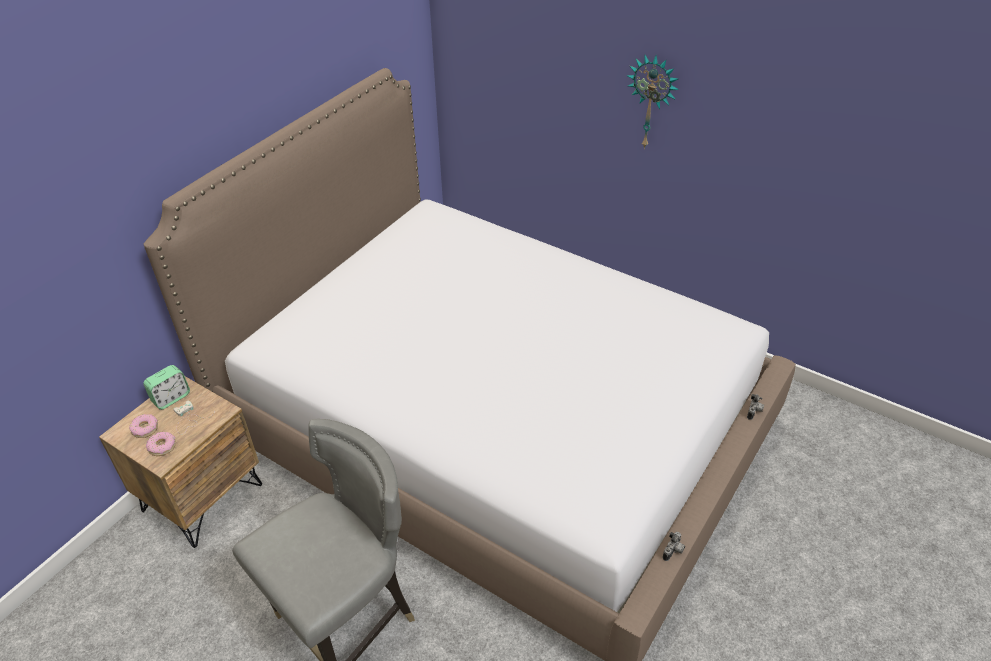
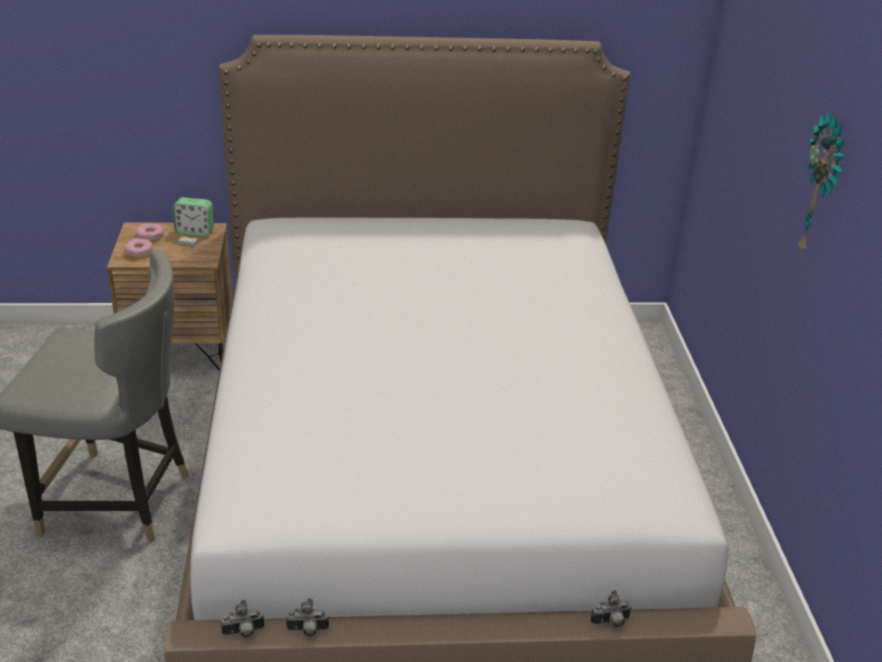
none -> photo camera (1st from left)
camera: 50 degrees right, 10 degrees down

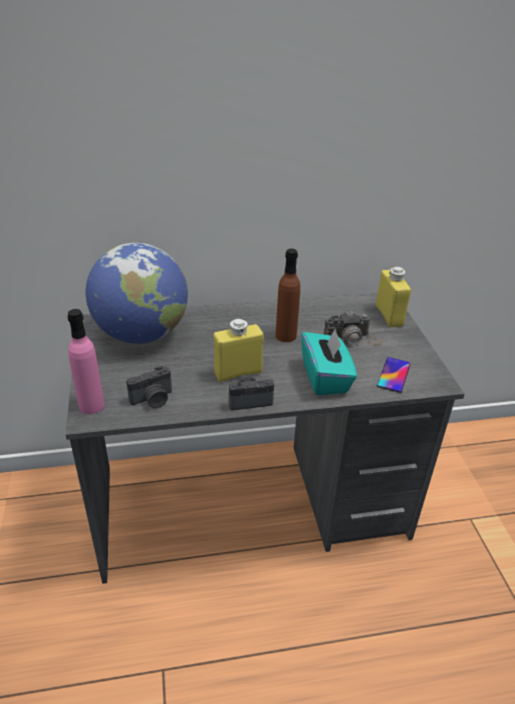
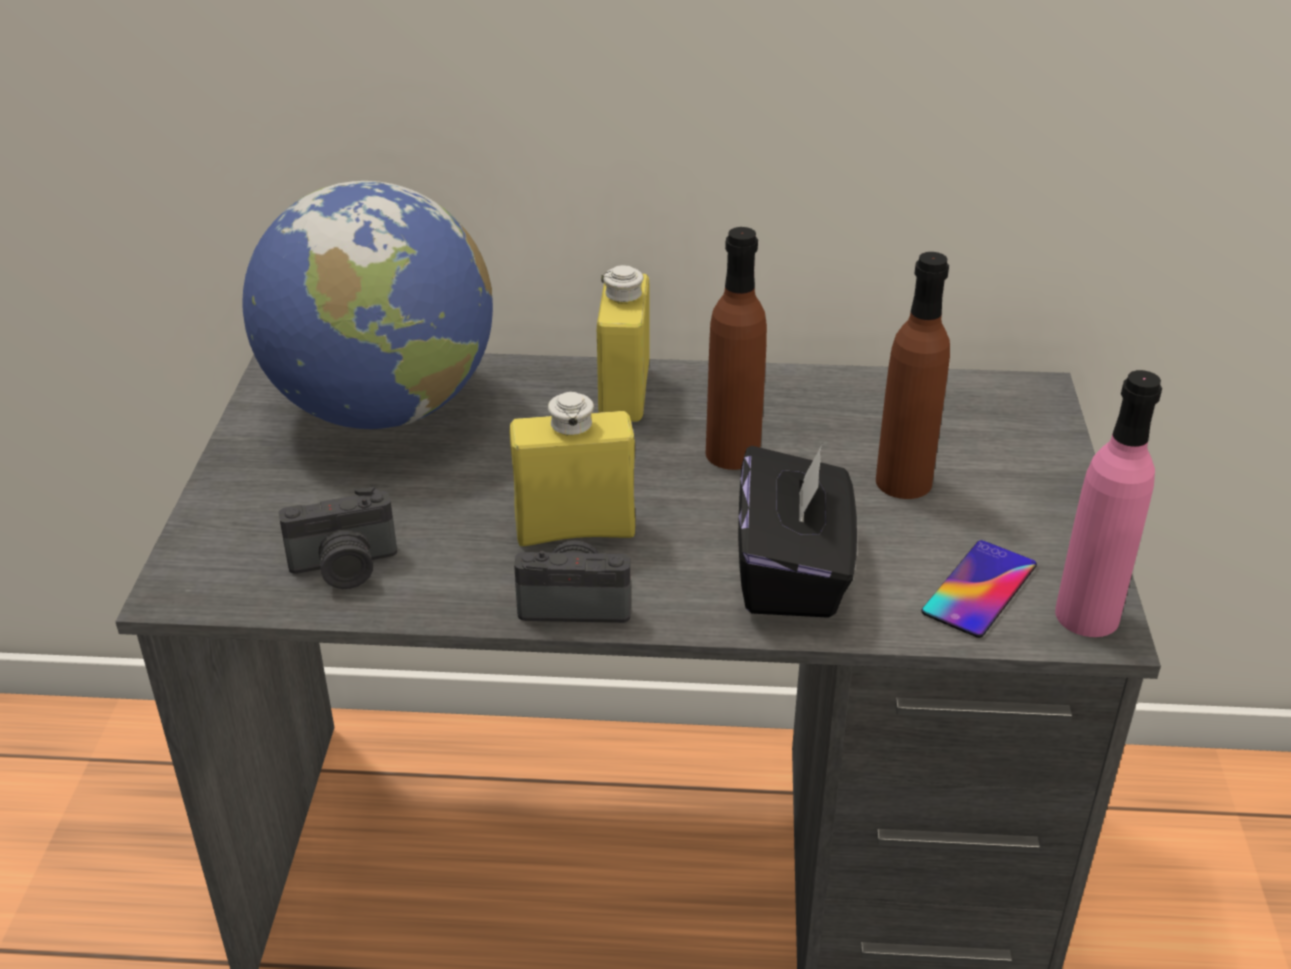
pink bottle, move
yellow bottle (2nd from left), move
photo camera (3rd from left) -> brown bottle (2nd from left)
turquoise tissue box -> black tissue box
camera: 15 degrees right, 0 degrees up

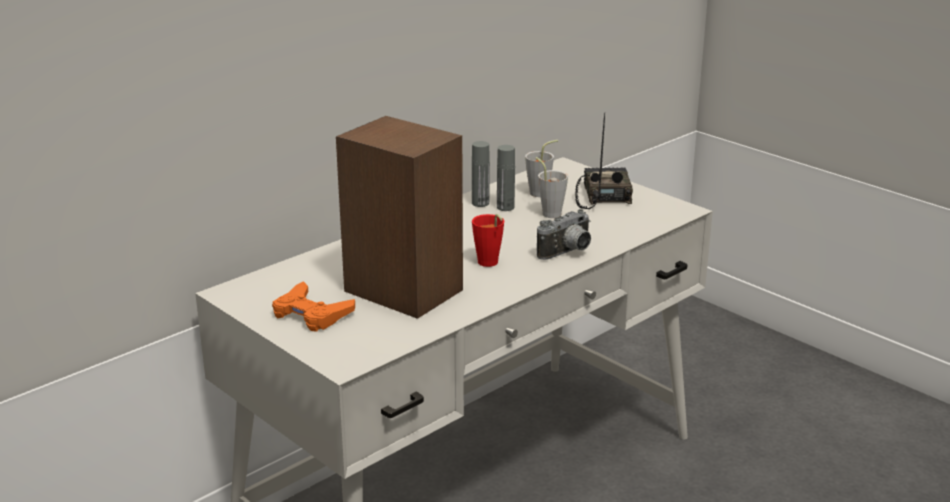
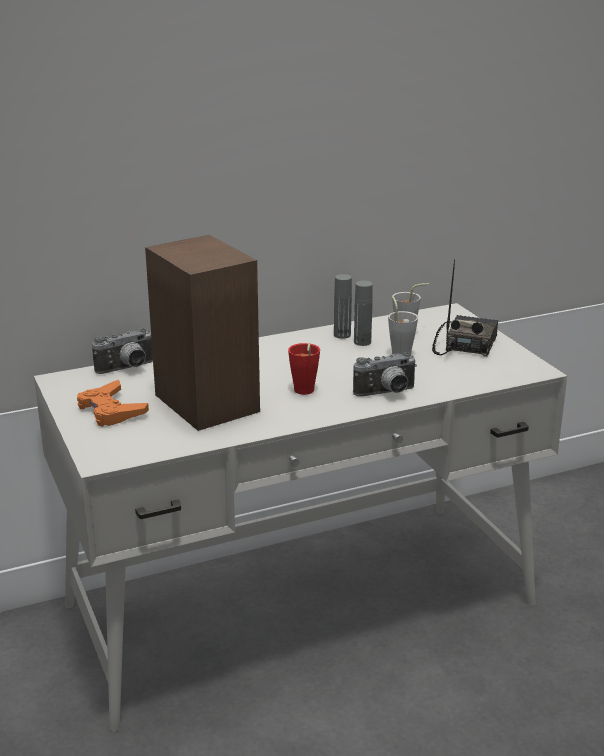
none -> photo camera (1st from left)
camera: 20 degrees right, 0 degrees up

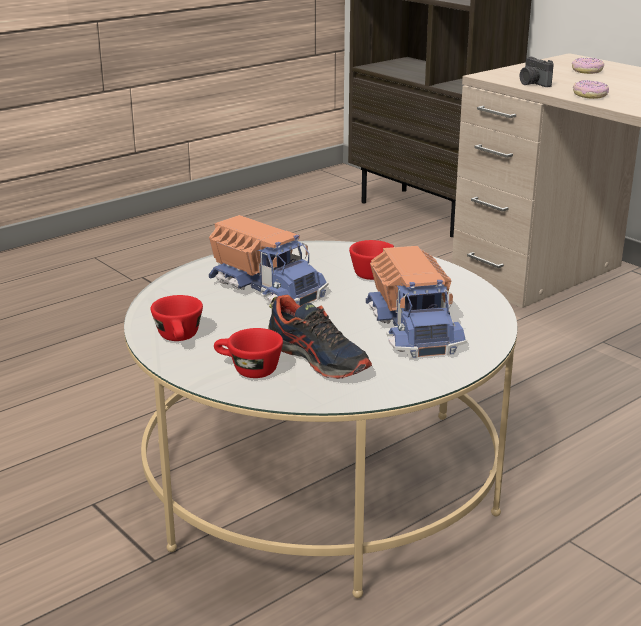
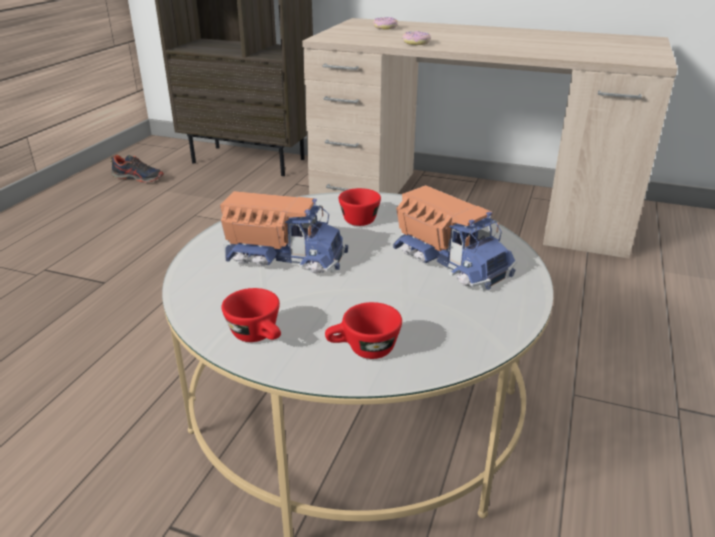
photo camera -> none
shoe, move
camera: 30 degrees left, 5 degrees up

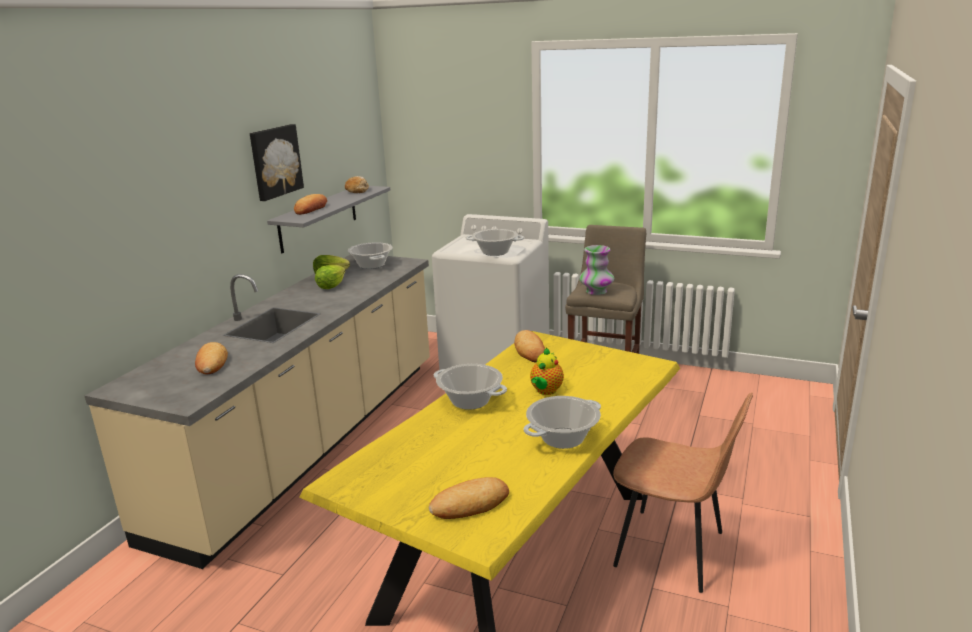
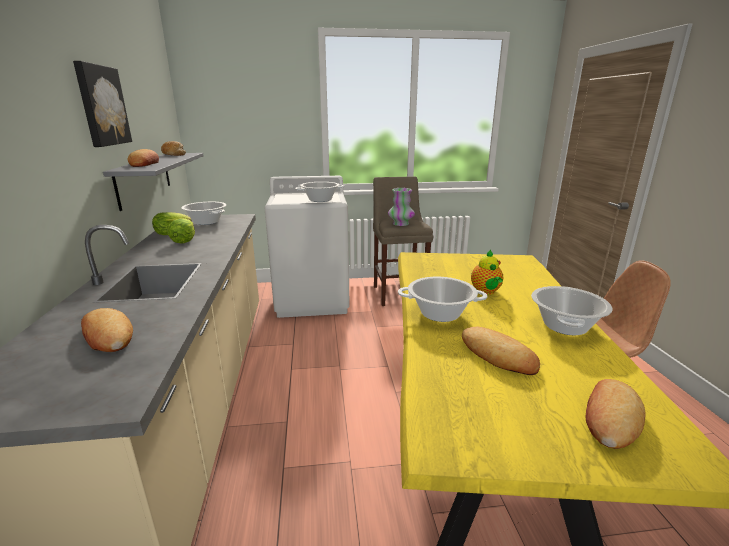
bread (5th from left in the first image) -> bread (4th from left), move
camera: 30 degrees left, 0 degrees up

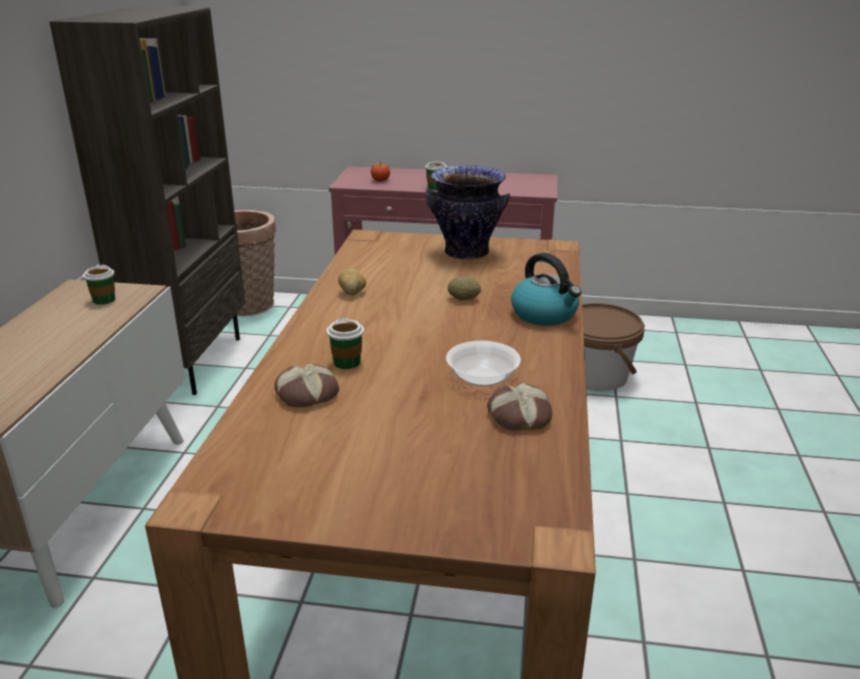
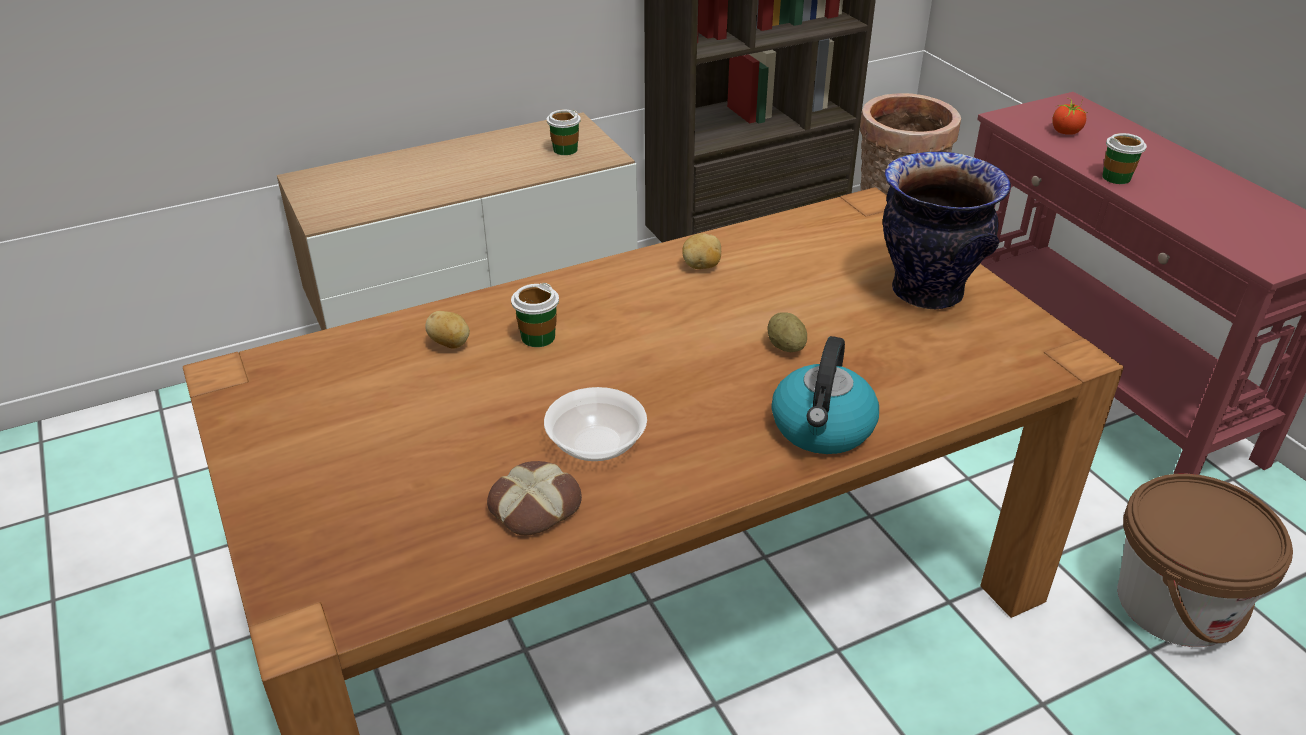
bread (1st from left) -> potato (1st from left)
camera: 55 degrees right, 10 degrees up

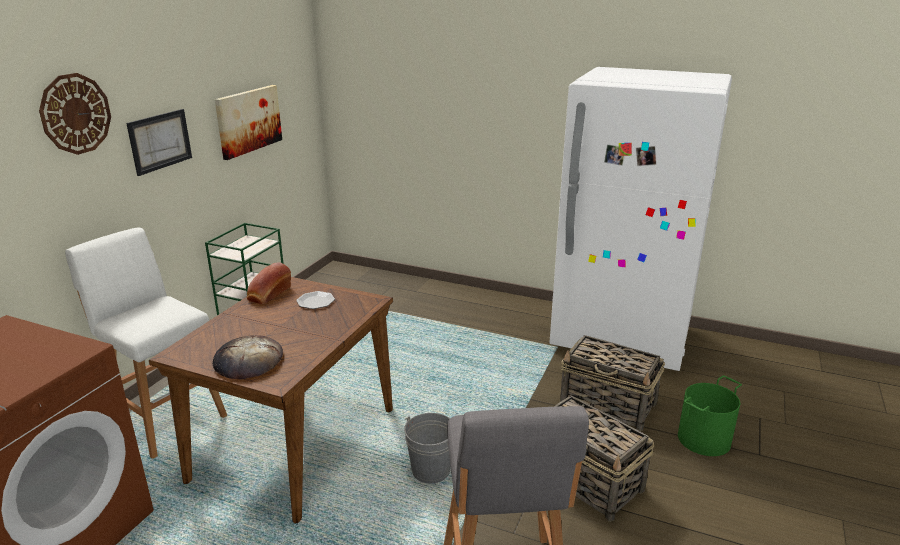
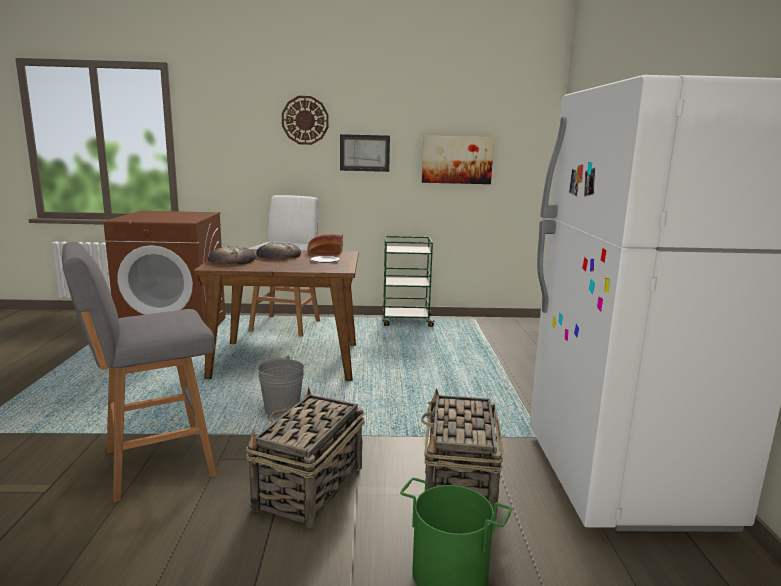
none -> bread (2nd from left)
camera: 65 degrees right, 10 degrees down

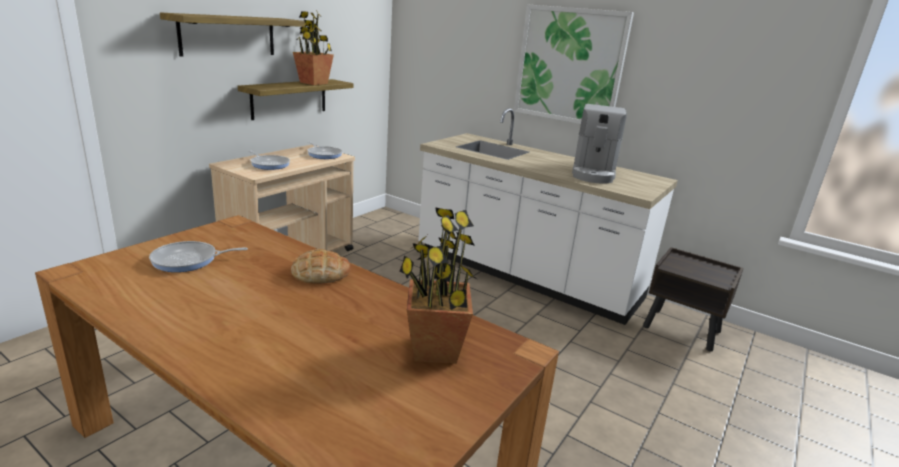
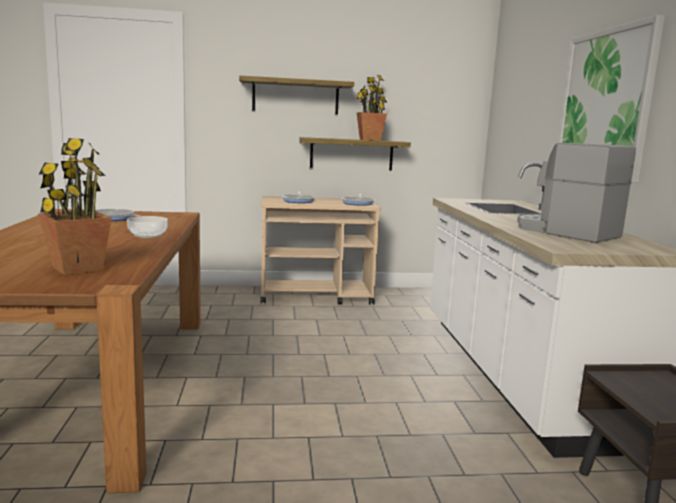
bread -> bowl
coffee machine, 75 degrees clockwise
camera: 50 degrees right, 10 degrees down

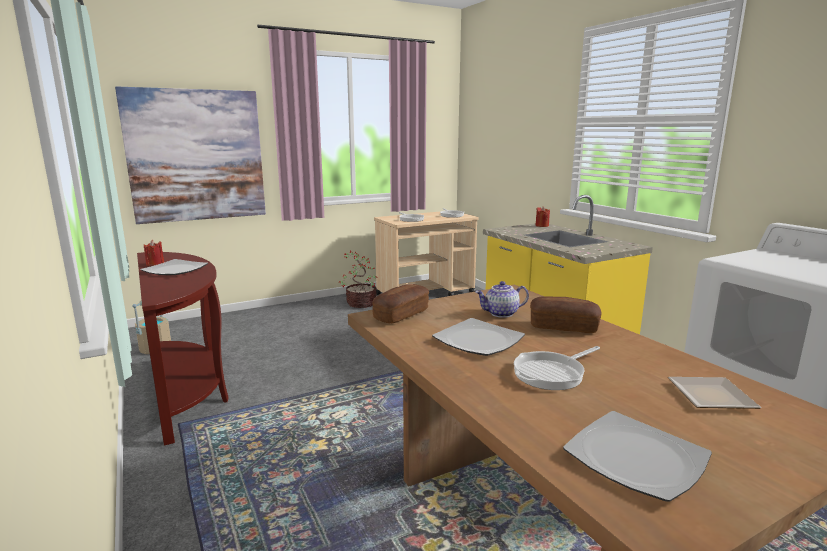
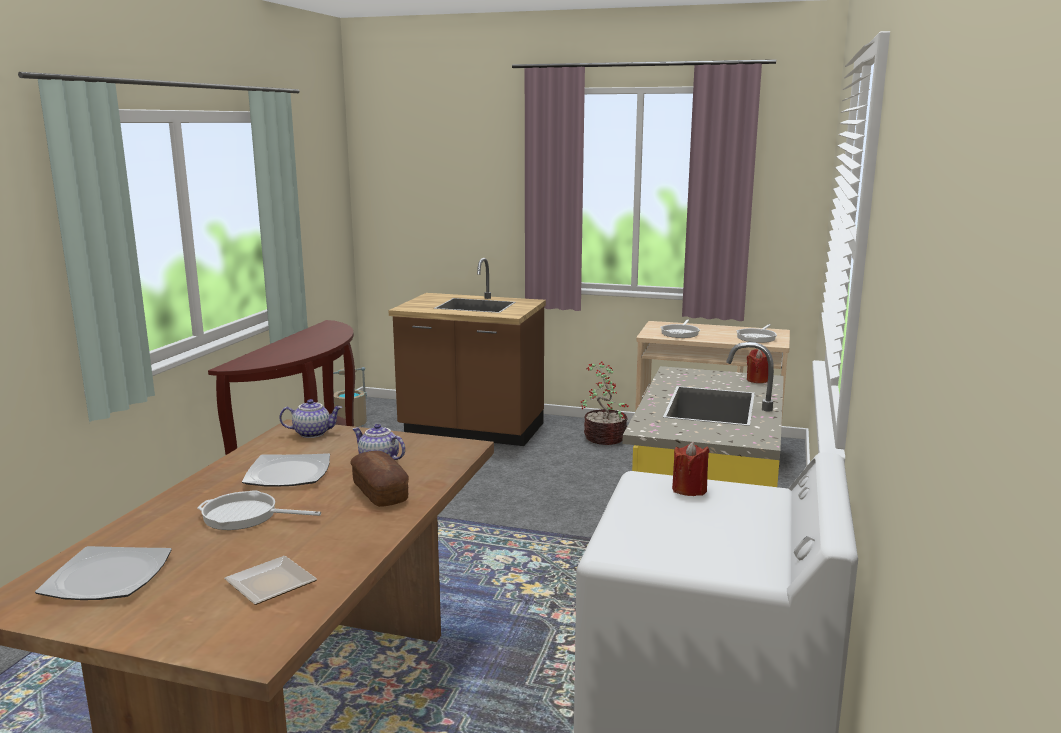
picture -> none
plate (1st from left) -> none
none -> brown counter
red candle (1st from left), move
bread (1st from left) -> teapot (1st from left)
camera: 45 degrees right, 0 degrees up

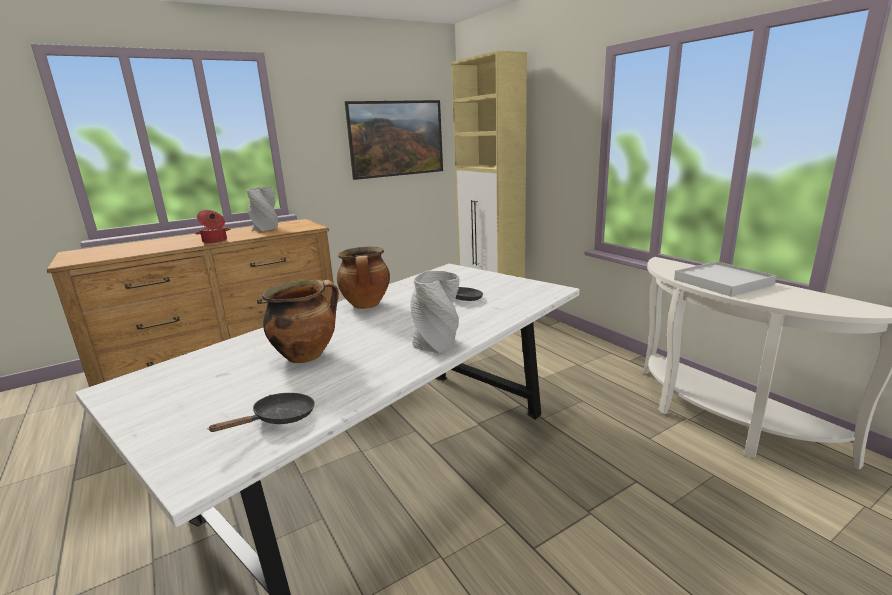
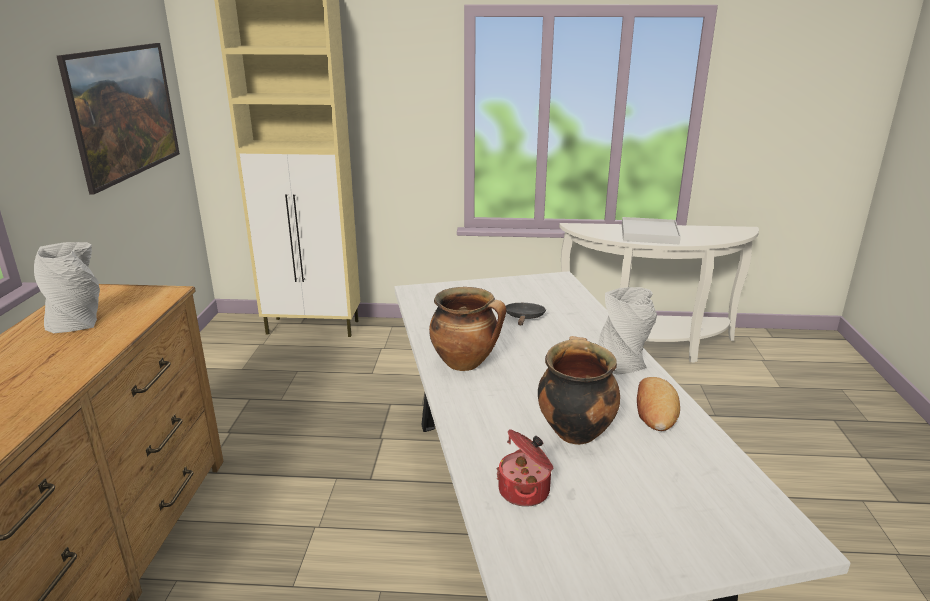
black frying pan (1st from left) -> none
none -> bread
cooking pot (1st from left in the first image) -> cooking pot (2nd from left), move
camera: 55 degrees left, 5 degrees up

